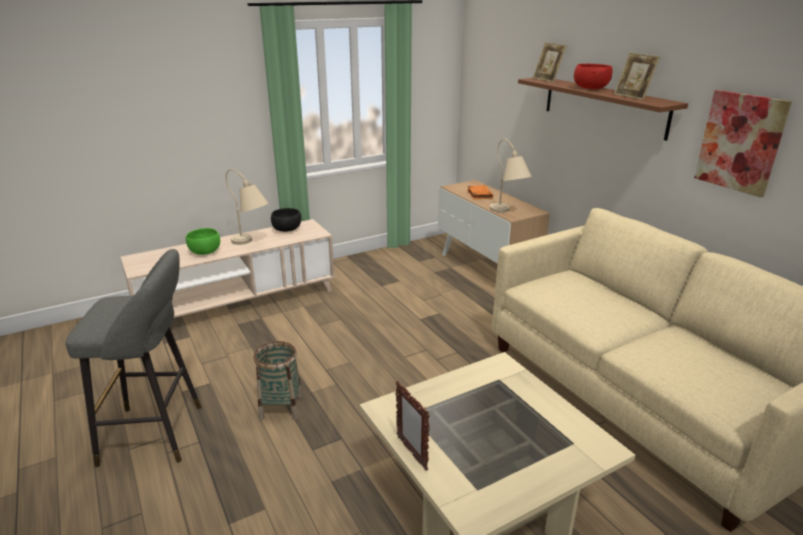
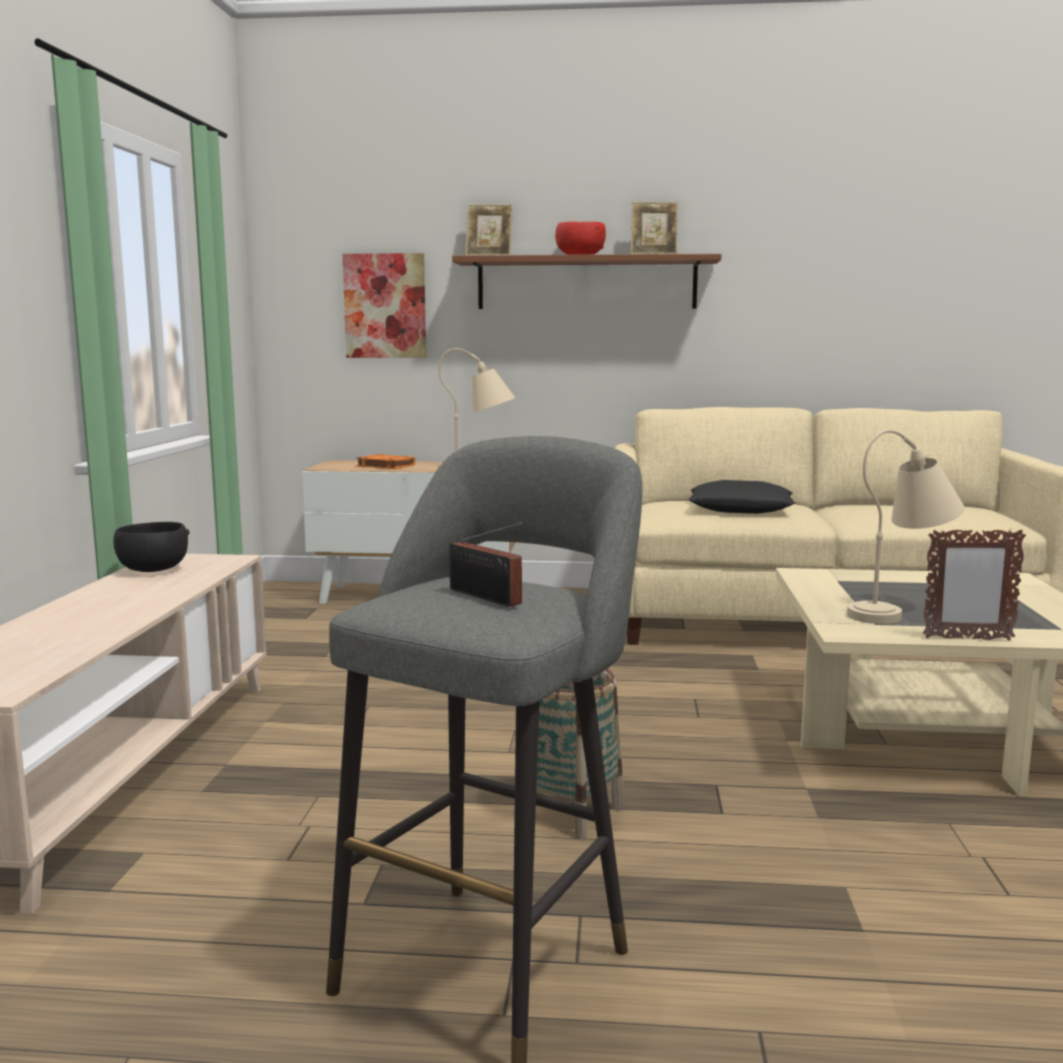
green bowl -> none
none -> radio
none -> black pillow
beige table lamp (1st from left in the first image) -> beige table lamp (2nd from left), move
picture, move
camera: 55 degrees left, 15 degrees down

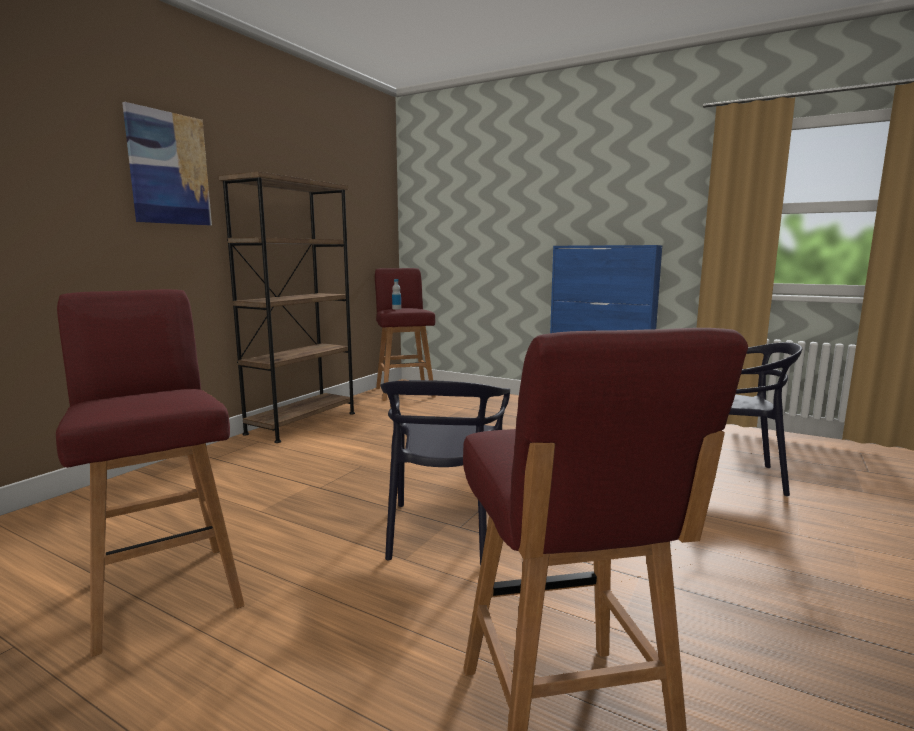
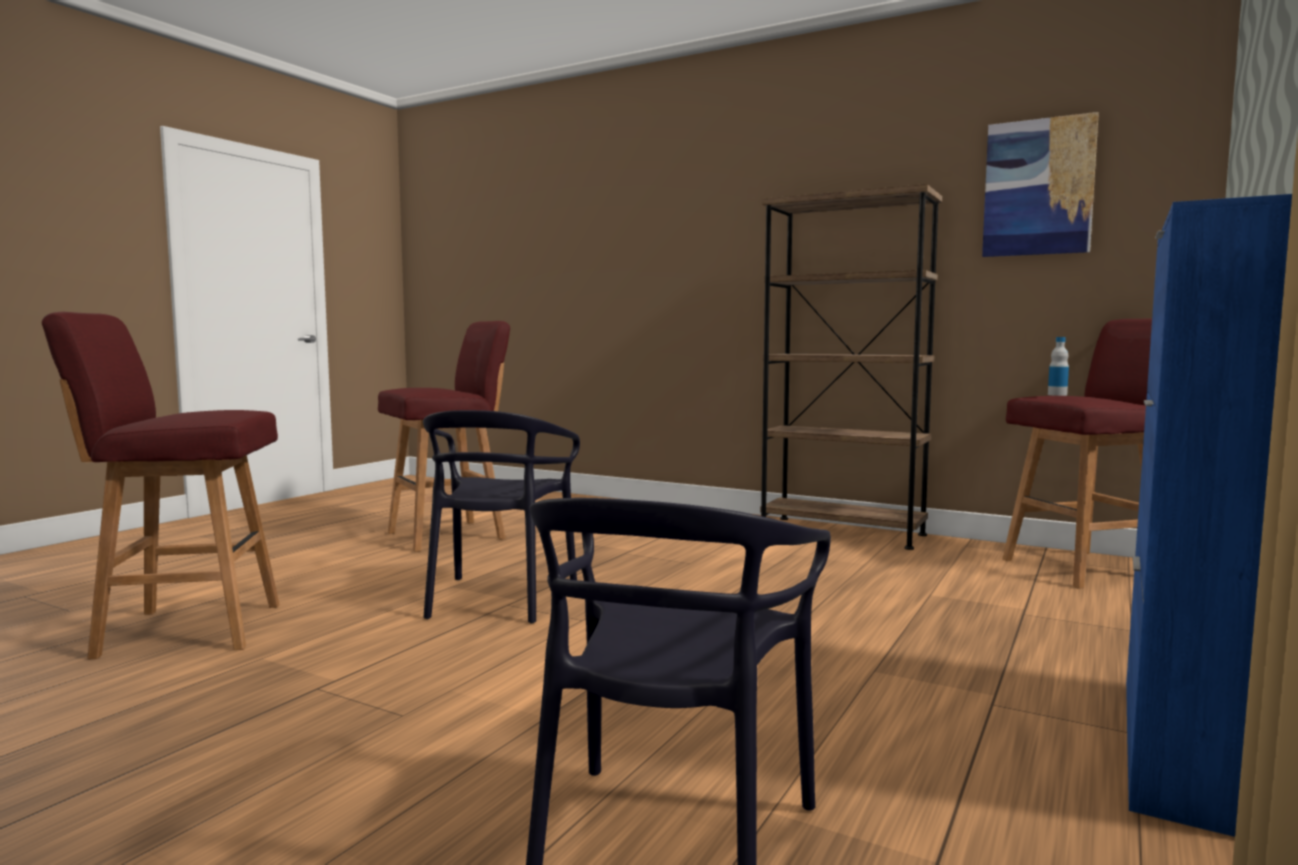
picture, move
black chair (1st from left), 90 degrees counterclockwise
camera: 90 degrees right, 5 degrees down

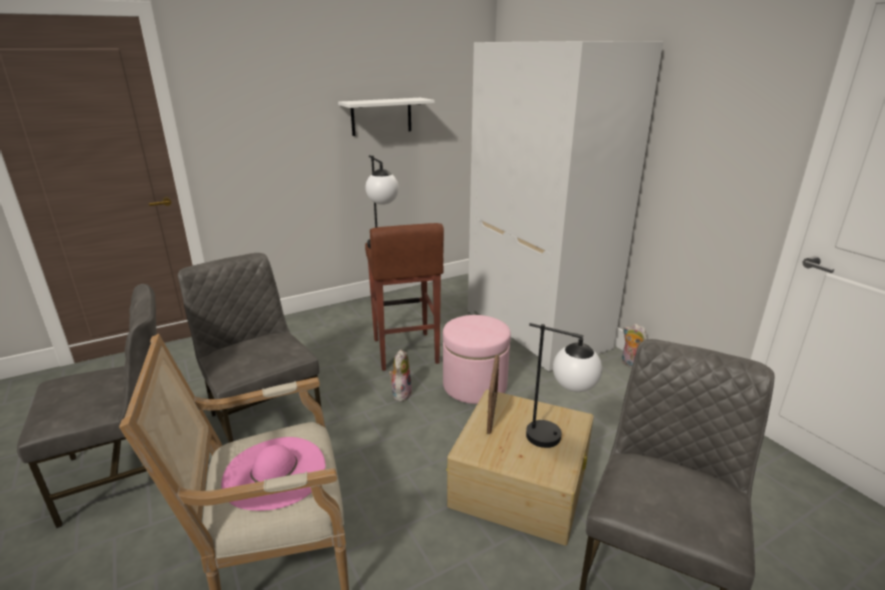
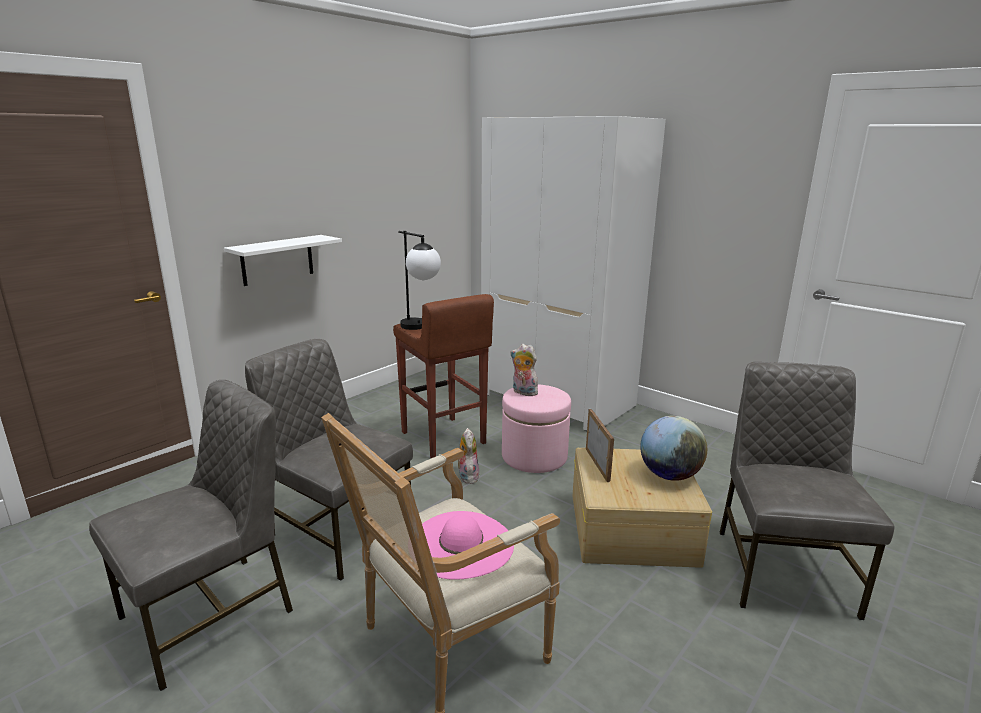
white shelf, move
plush toy (2nd from left), move
table lamp (2nd from left) -> globe
camera: 20 degrees left, 5 degrees down

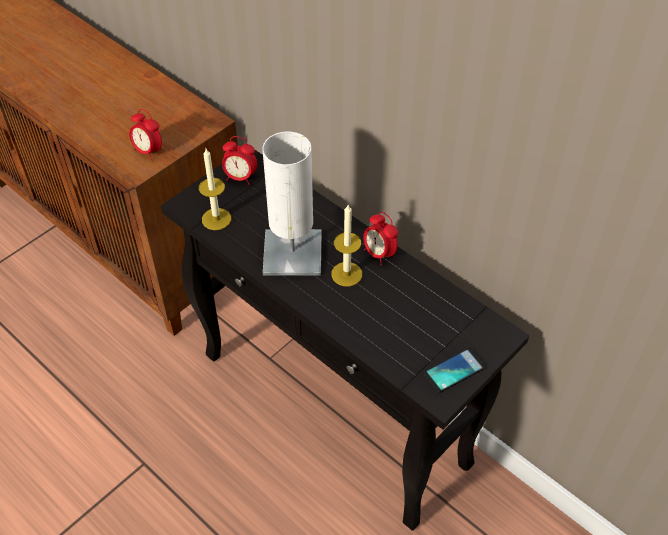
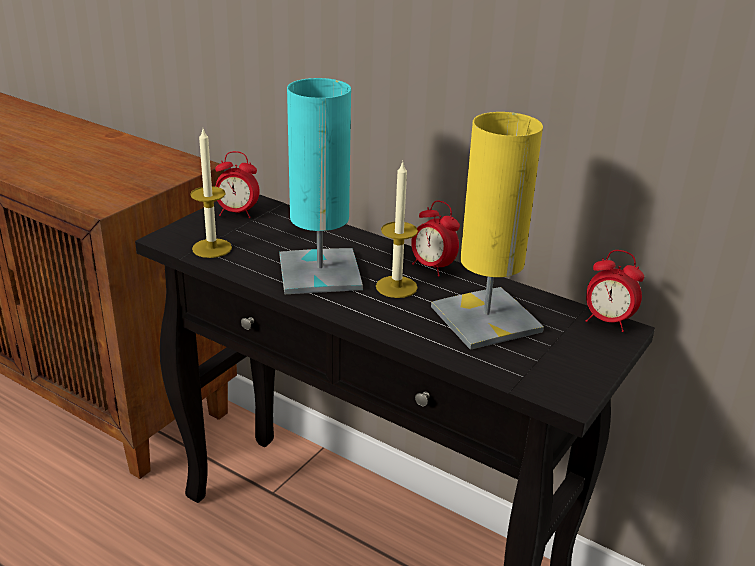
phone -> none
none -> yellow table lamp
alarm clock (1st from left in the first image) -> alarm clock (3rd from left), move
white table lamp -> turquoise table lamp
camera: 10 degrees left, 20 degrees down

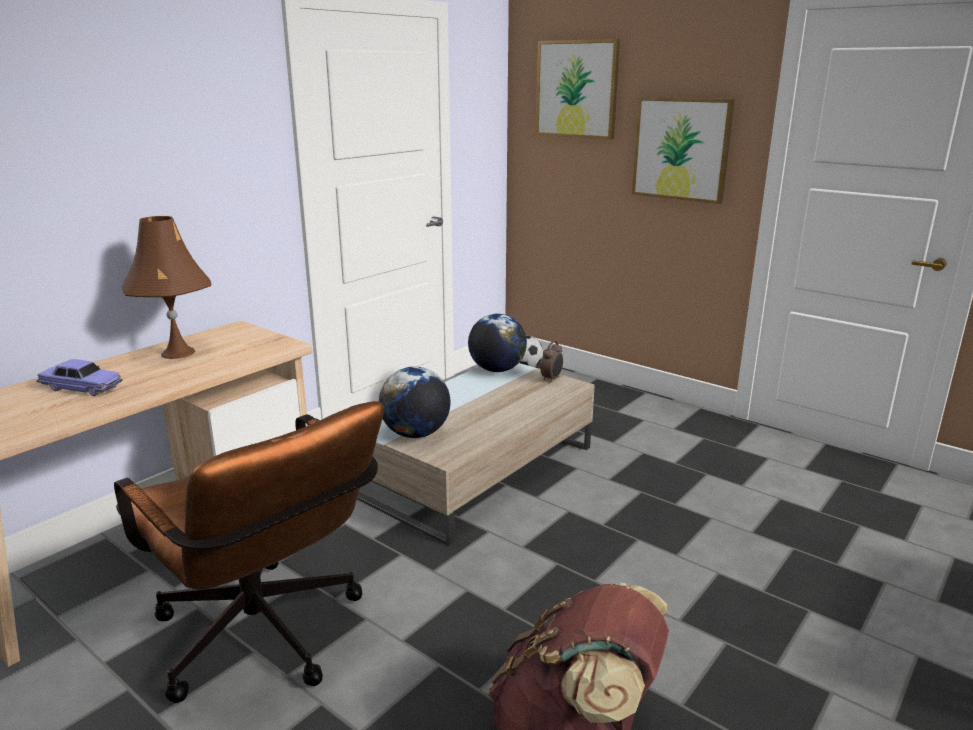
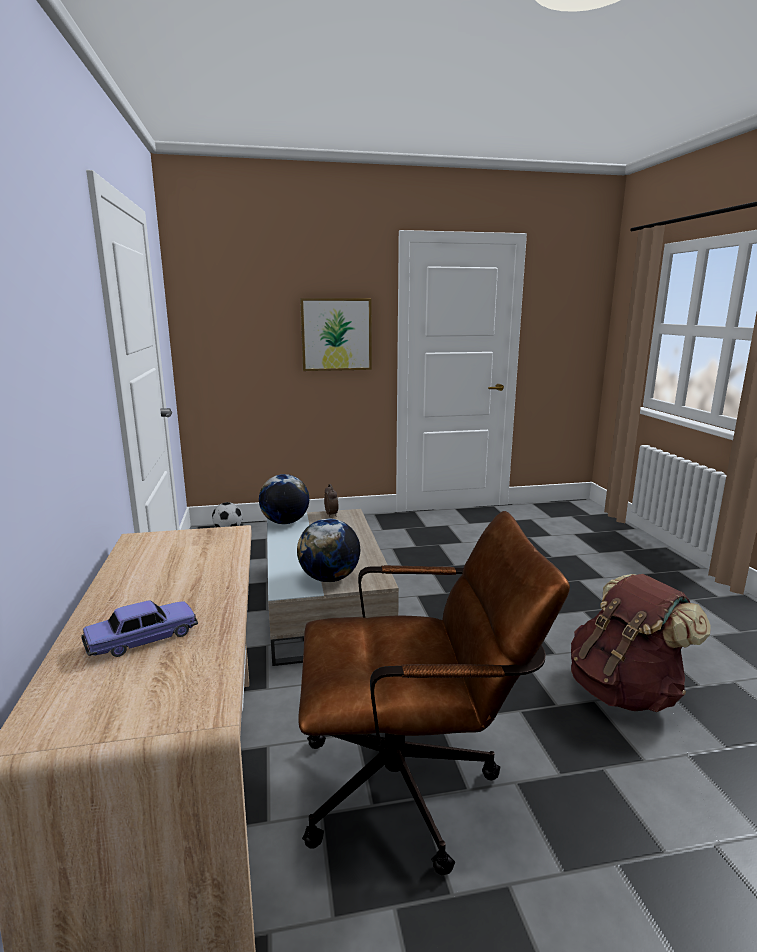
brown table lamp -> none
picture (1st from left) -> none
camera: 50 degrees left, 5 degrees down

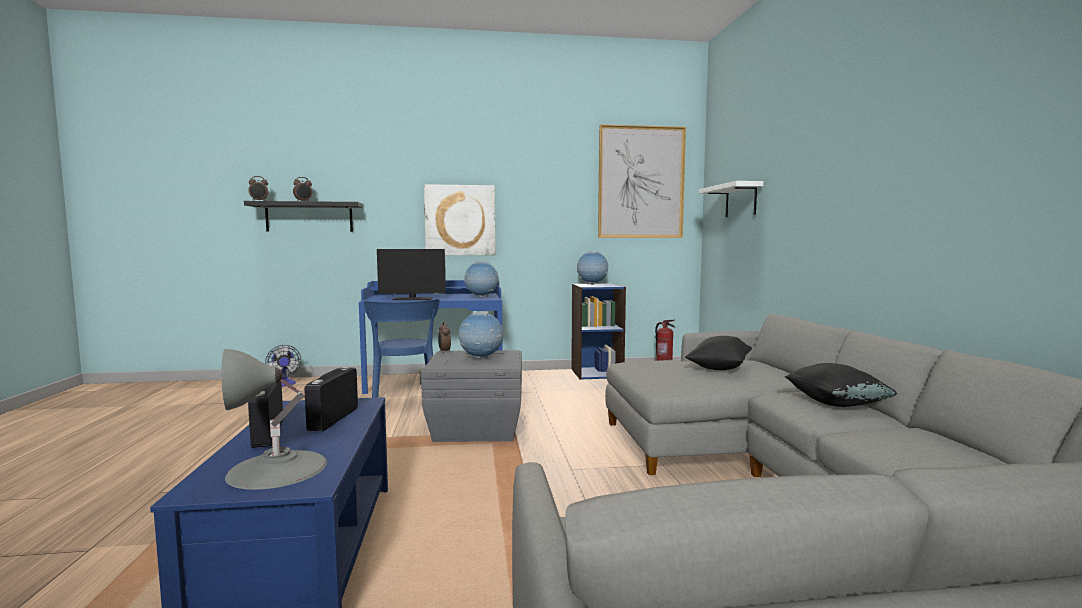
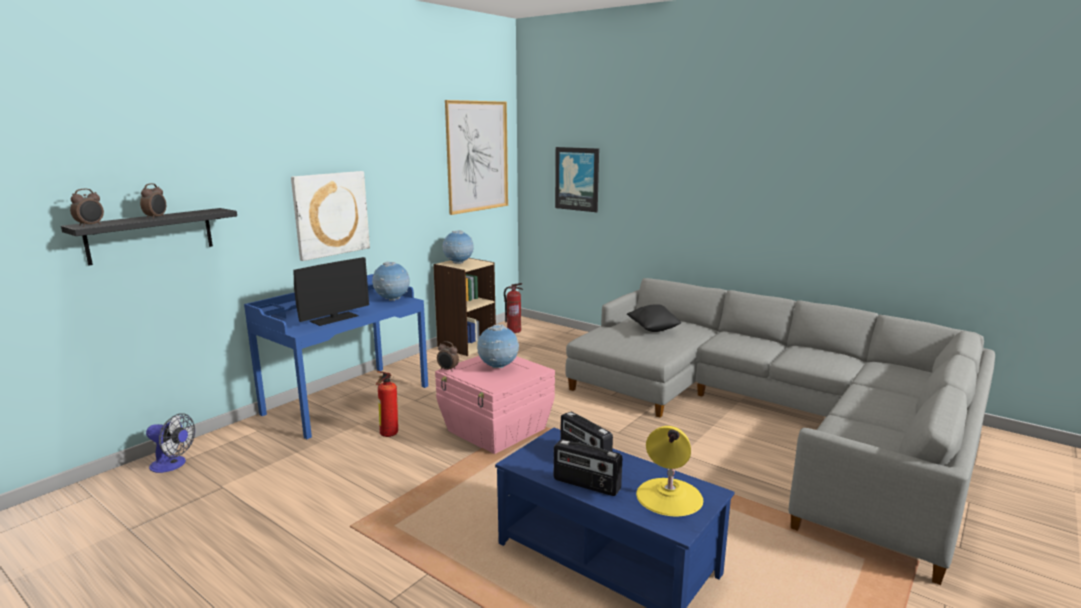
black pillow (2nd from left) -> none
blue chair -> fire extinguisher (1st from left)
white shelf -> picture (3rd from left)
grey table lamp -> yellow table lamp
grey storage box -> pink storage box
blue bookcase -> beige bookcase
camera: 45 degrees left, 10 degrees up

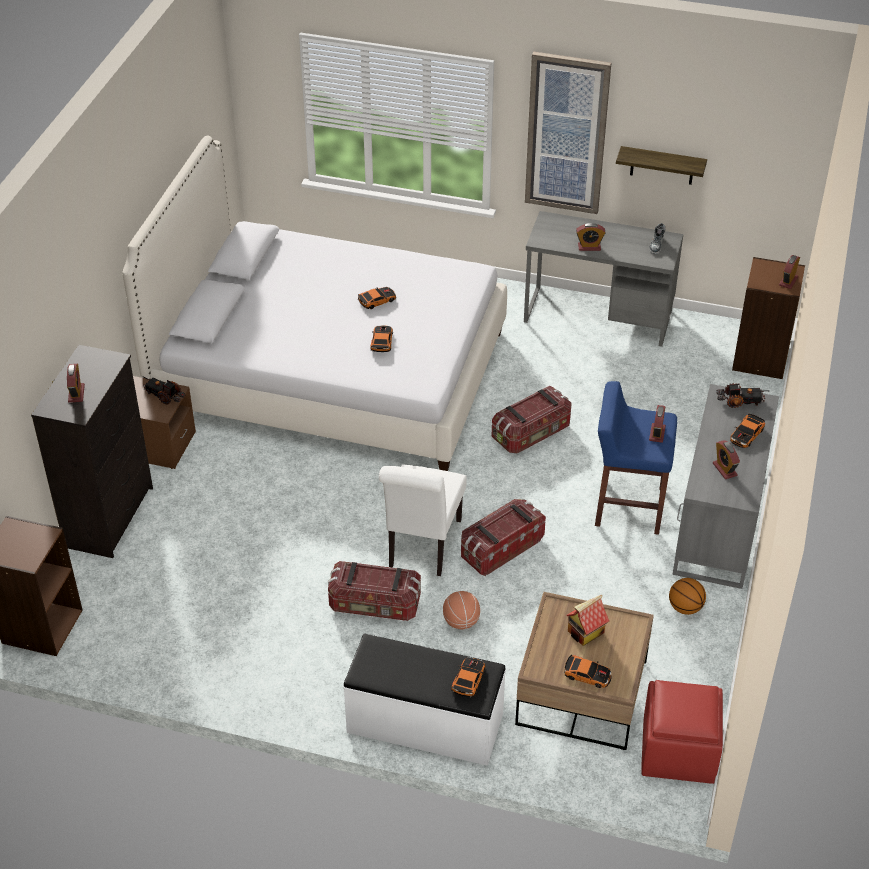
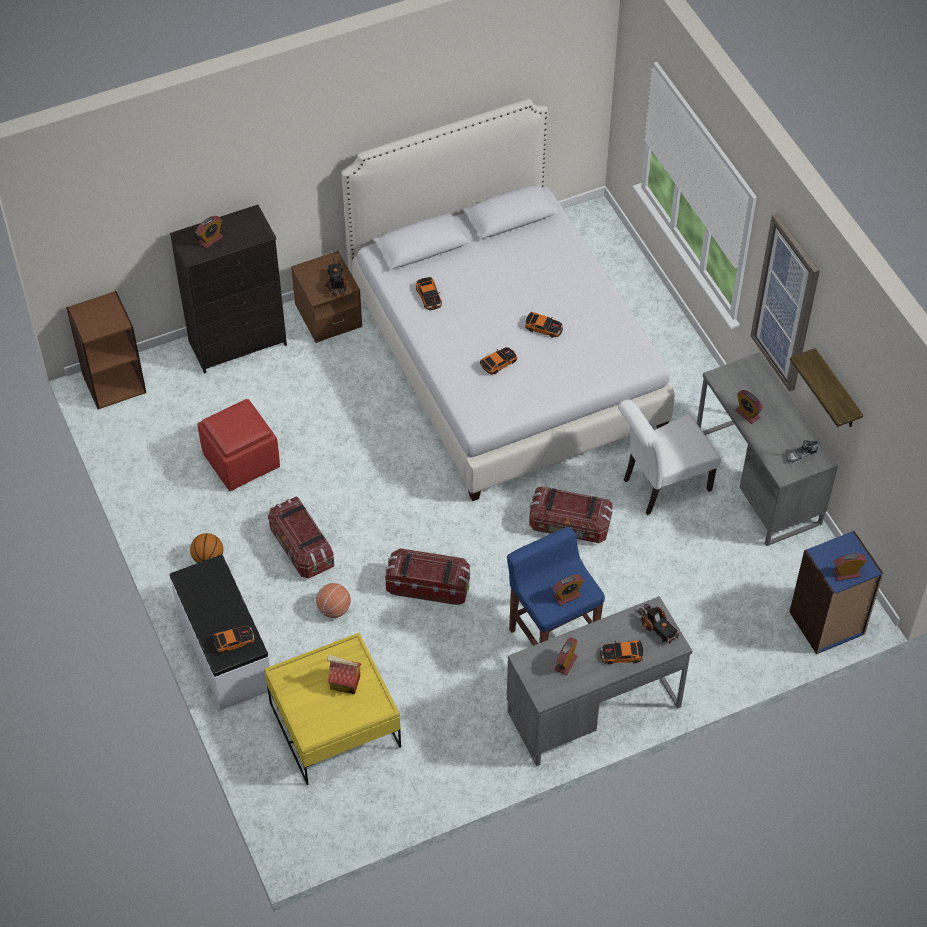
white chair, move
toy car (4th from left in the first image) -> toy car (2nd from left), move
red ottoman, move
basketball (2nd from left in the first image) -> basketball (1st from left), move
brown coffee table -> yellow coffee table
brown bookcase (2nd from left) -> blue bookcase
camera: 50 degrees right, 10 degrees up

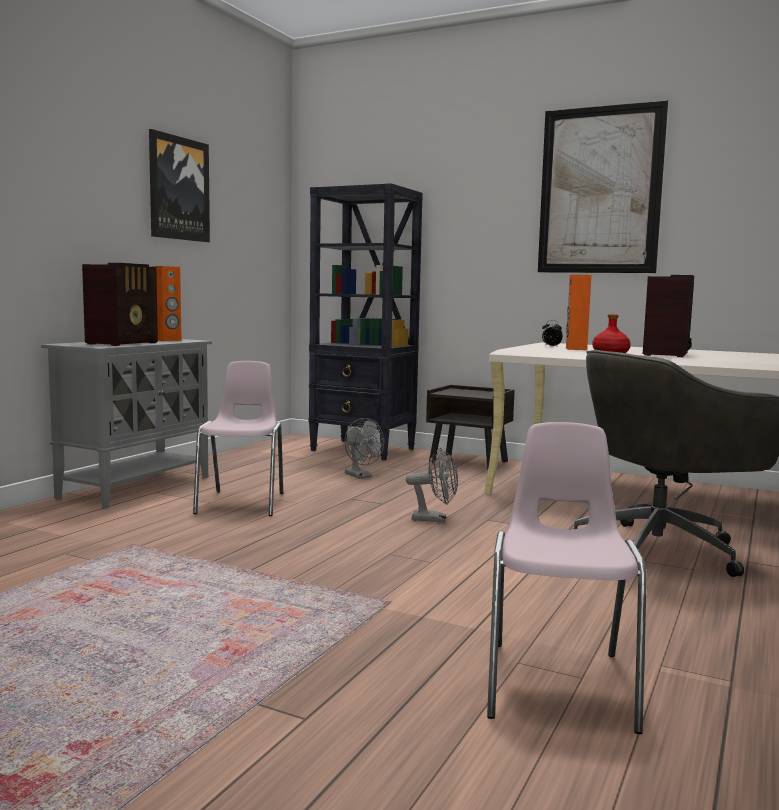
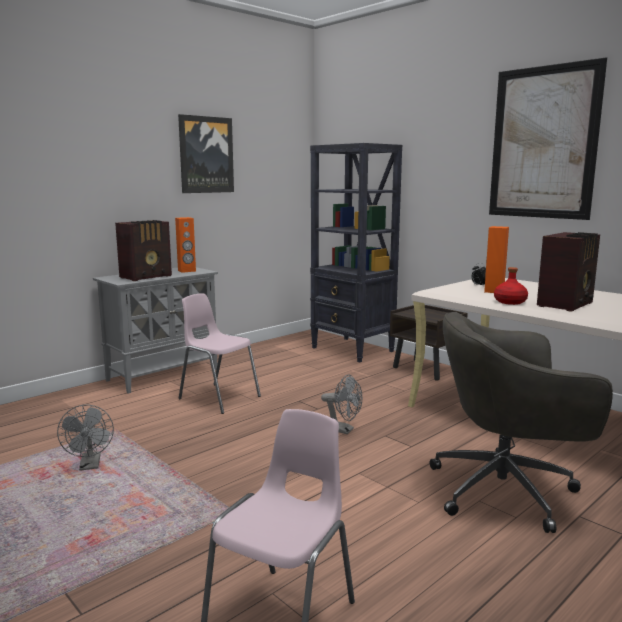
grey fan (1st from left), move
pink chair (1st from left), 75 degrees counterclockwise
camera: 20 degrees right, 5 degrees up

